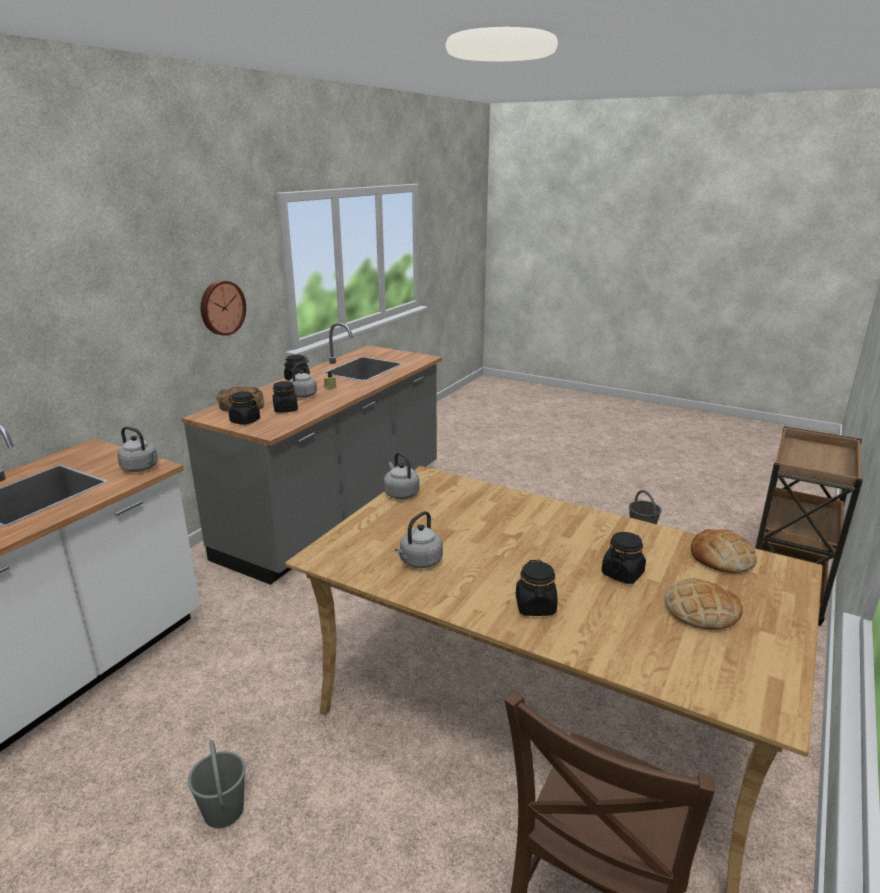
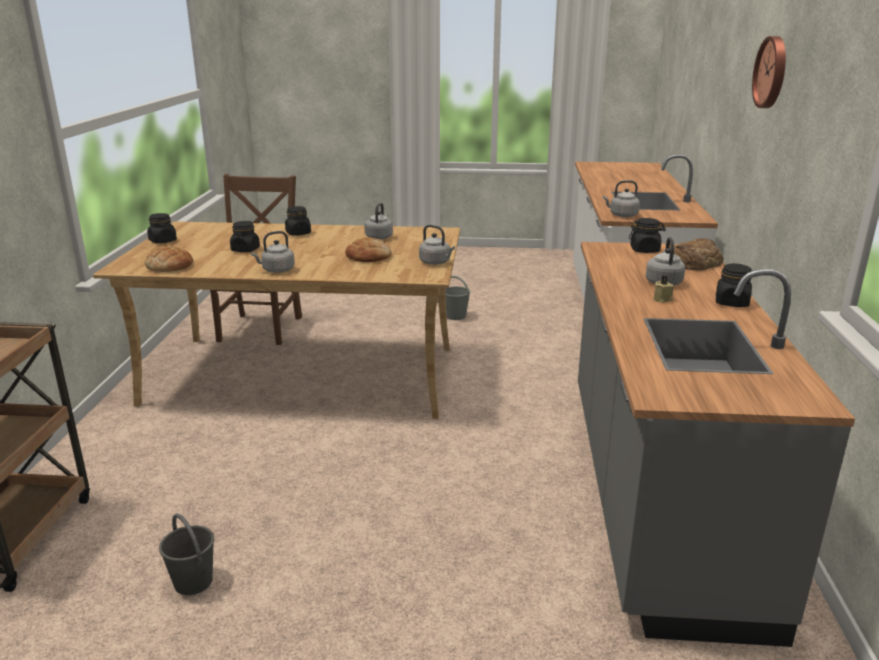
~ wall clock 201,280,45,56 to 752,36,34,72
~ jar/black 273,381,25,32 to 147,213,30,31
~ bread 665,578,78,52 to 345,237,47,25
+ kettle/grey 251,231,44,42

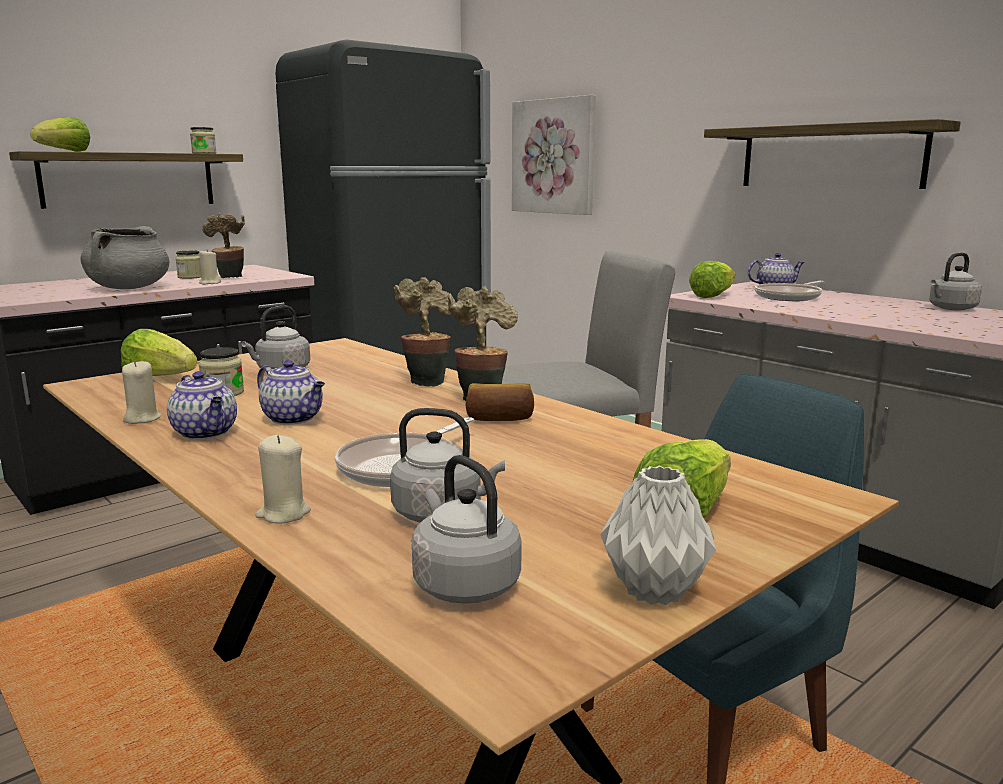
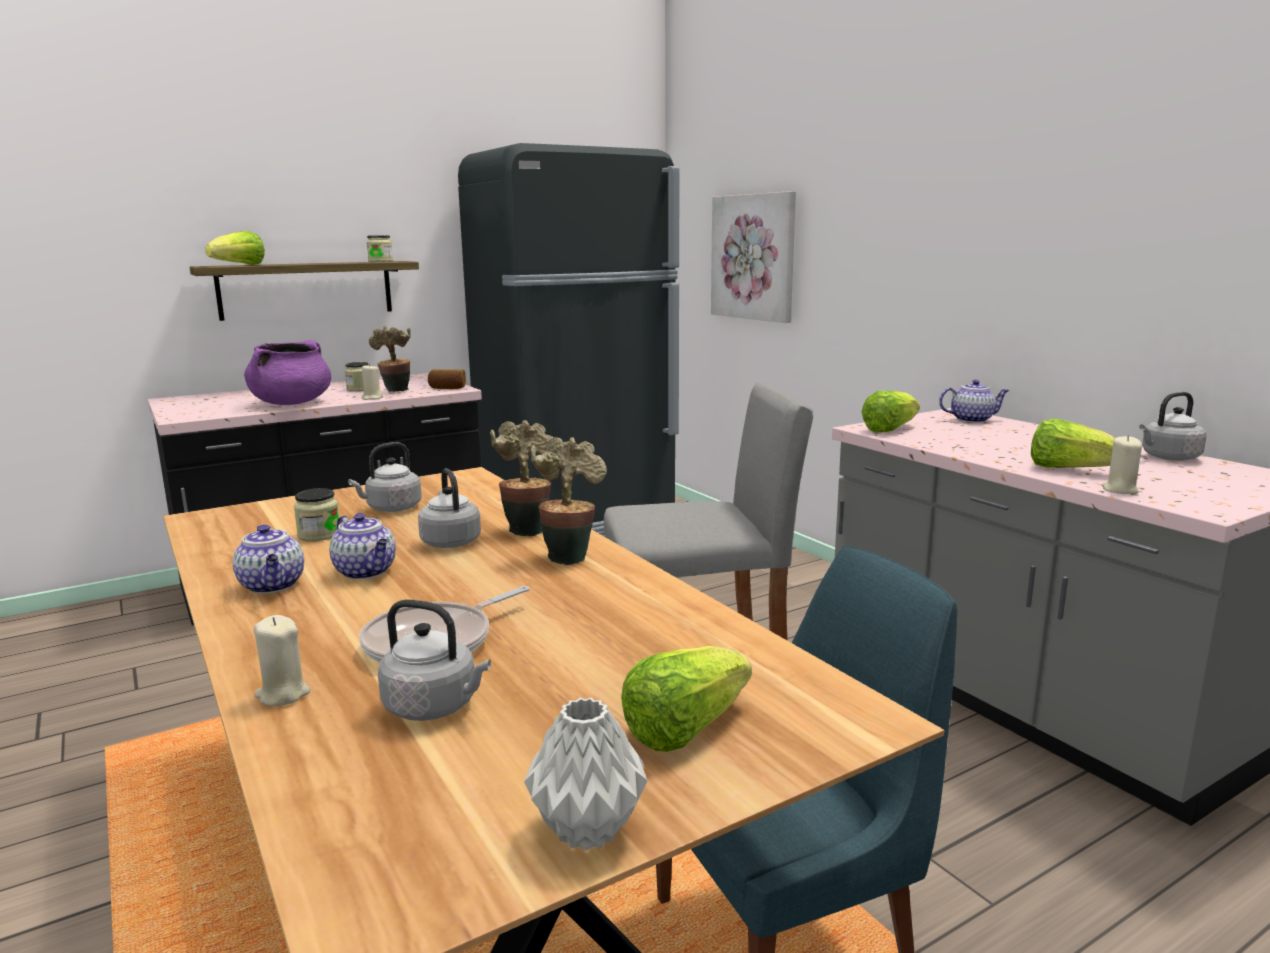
- shelf 704,119,257,70
~ cooking pot/grey 81,226,88,63 to cooking pot/purple 244,340,87,65
- frying pan 755,281,69,20
~ lettuce 121,329,76,47 to 1031,419,84,49
~ candle/beige 122,360,39,64 to 1102,435,40,59
~ bread 465,383,69,38 to 428,369,38,20
~ kettle/grey 412,455,110,149 to 418,468,63,80

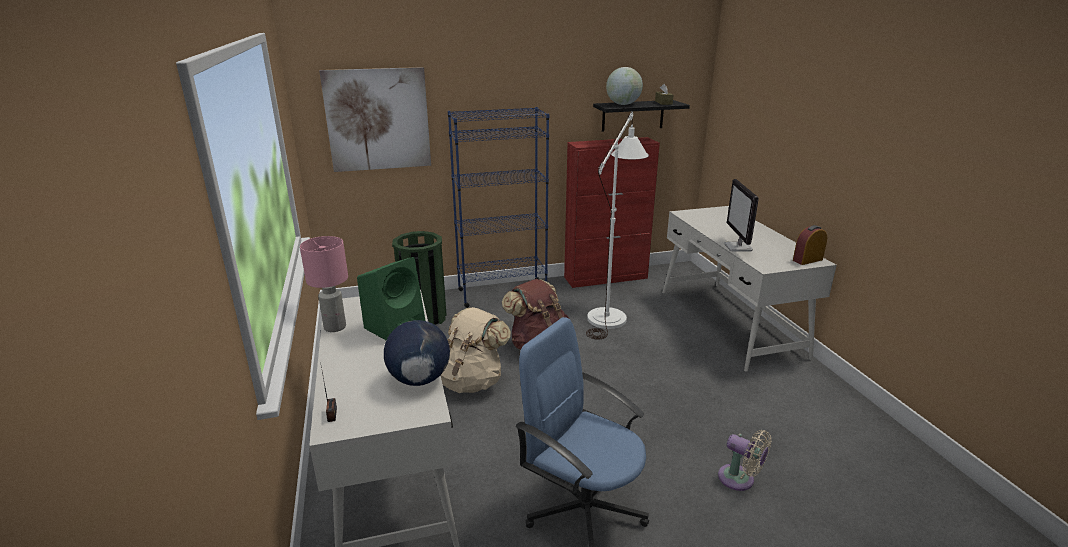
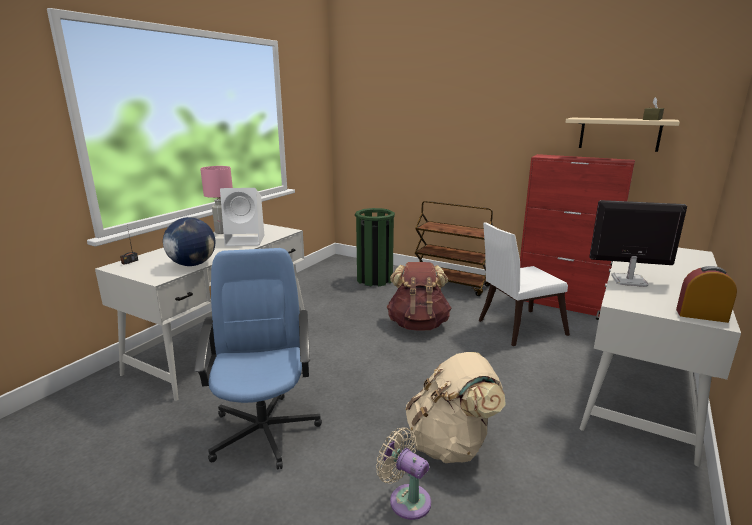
- picture 319,67,112,105
- globe 606,67,37,38
~ shelf/black 593,100,97,32 to shelf/beige 565,118,115,34
~ bookcase/blue 448,107,101,201 to cart/brown 415,201,78,95
~ floor lamp/white 586,111,63,228 to chair/white 478,222,92,124
~ monitor 724,179,35,73 = 589,200,98,87 60 degrees clockwise
~ speaker/green 357,257,69,83 to speaker/white 220,188,45,58
~ backpack/beige 441,307,70,86 to 405,352,101,111
~ fan/beige 718,430,53,61 = 376,427,55,93 135 degrees clockwise

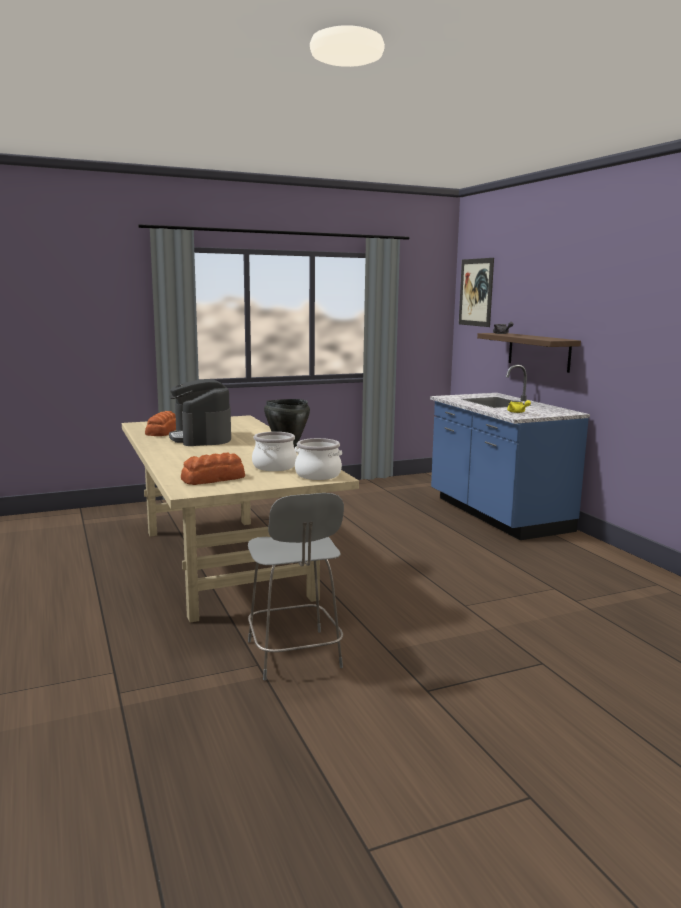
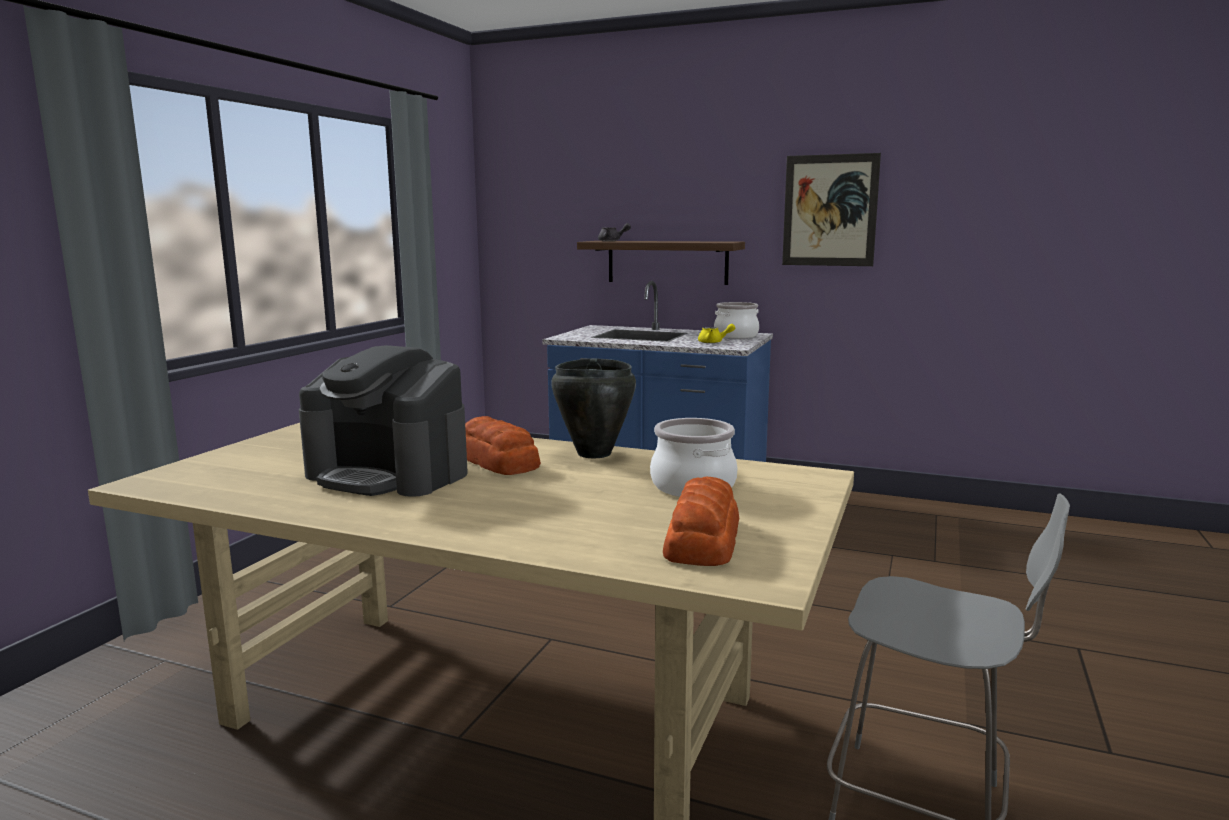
~ picture 459,258,35,69 to 782,153,99,113
~ bread 145,411,31,25 to 465,416,76,59
~ cooking pot 295,438,47,42 to 714,302,45,37

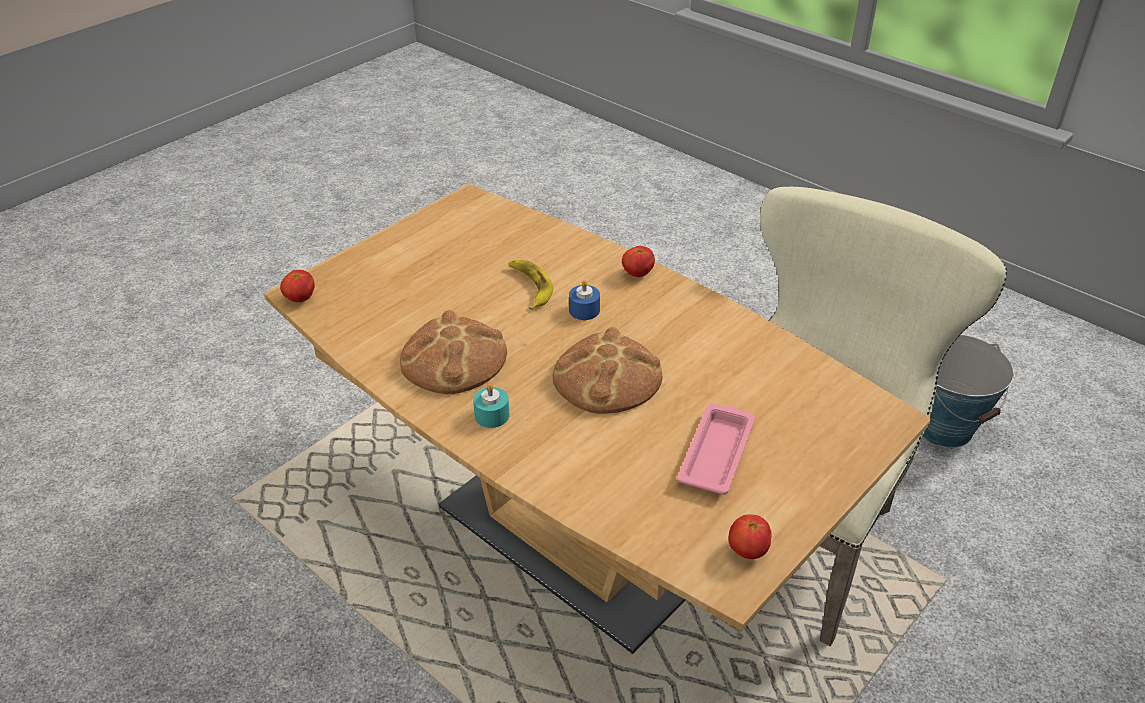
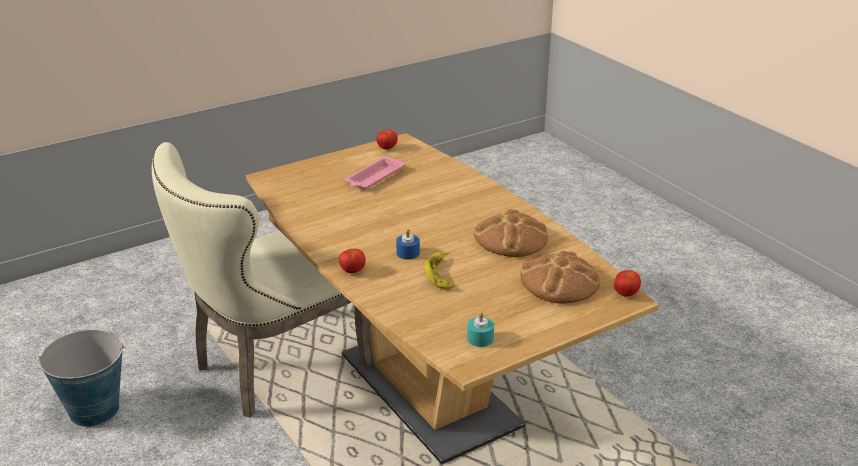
~ bread 553,327,110,87 to 520,251,80,53
~ candle/turquoise 473,384,37,44 to 467,312,27,35

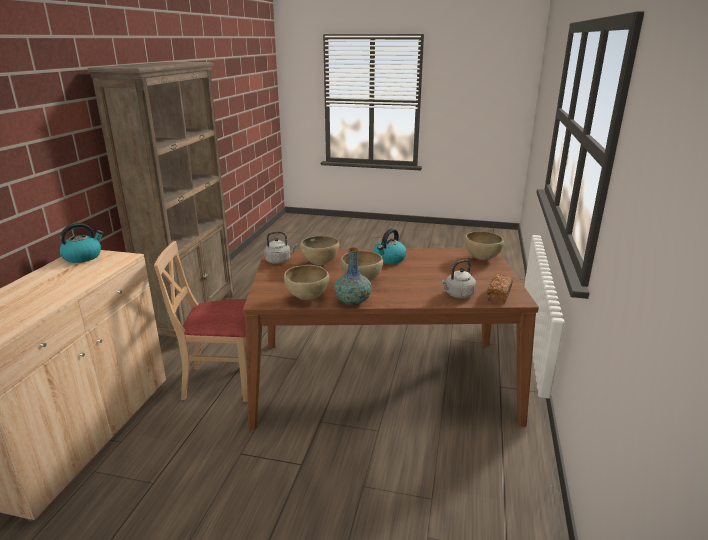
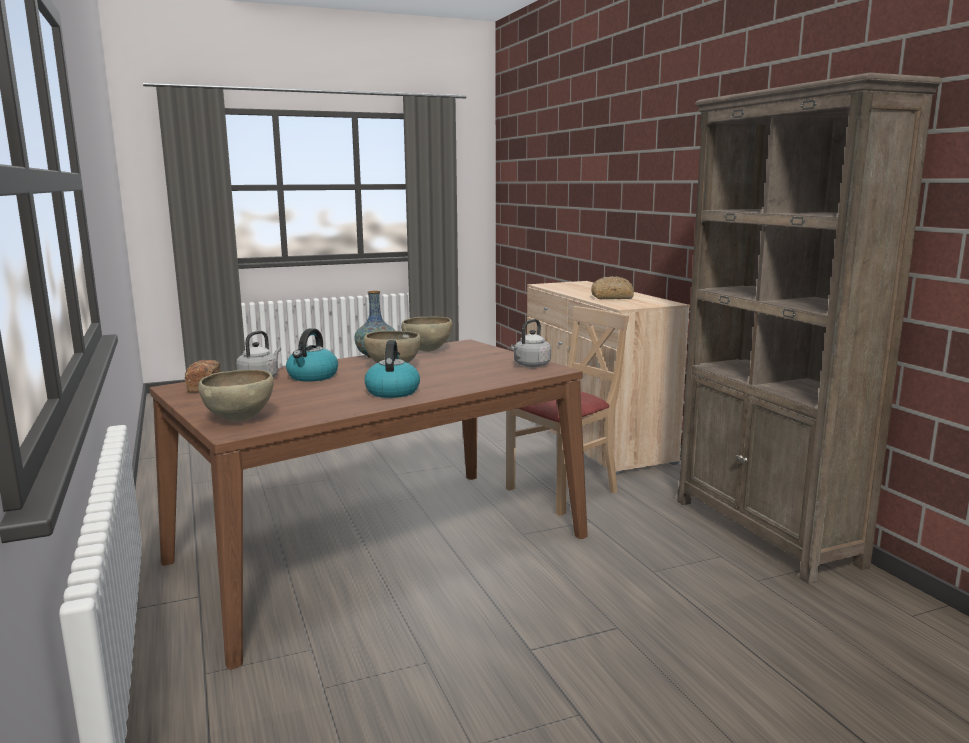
~ kettle 59,223,45,40 to 286,328,52,54
- bowl/brown 300,236,39,29
+ bread 591,276,43,23

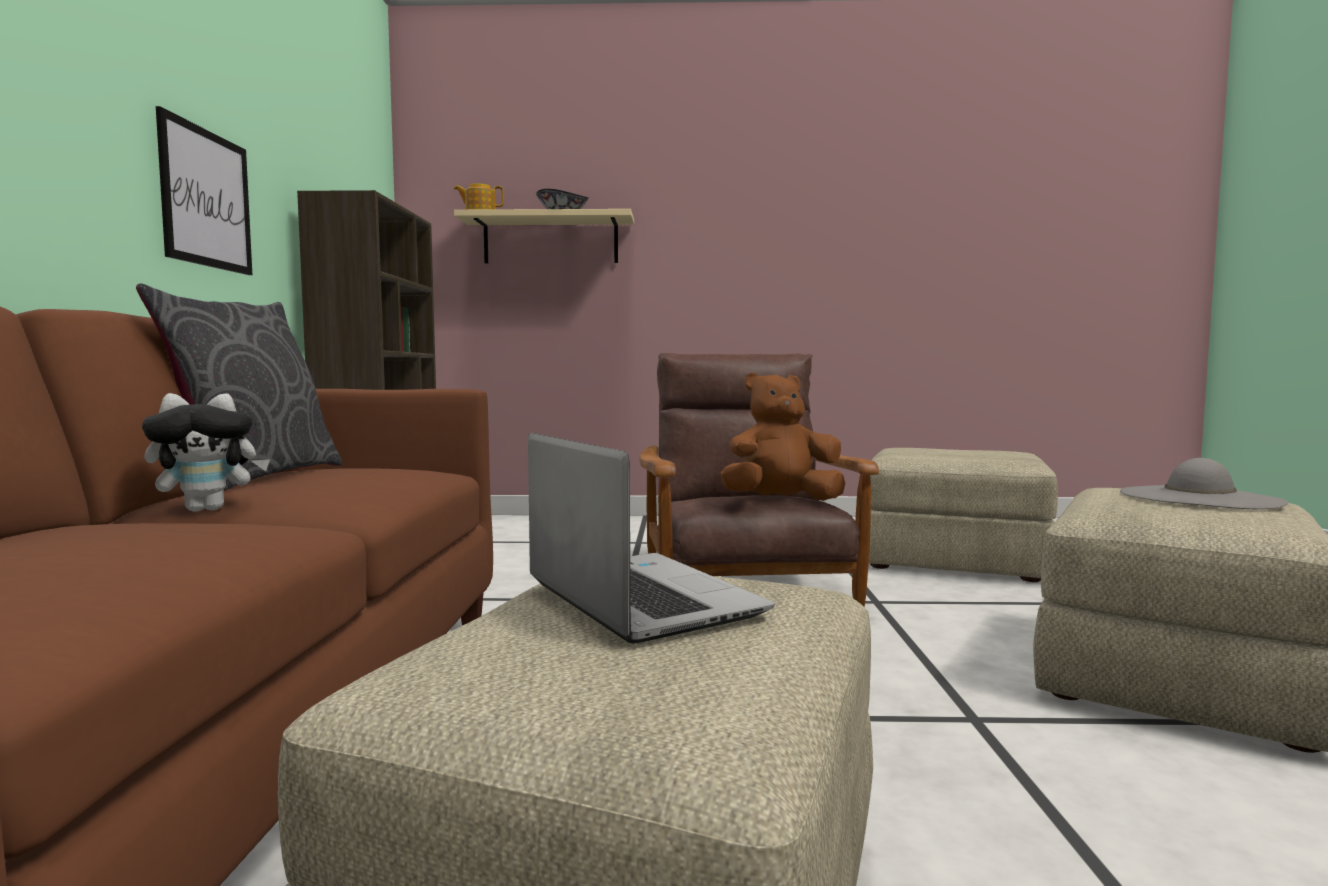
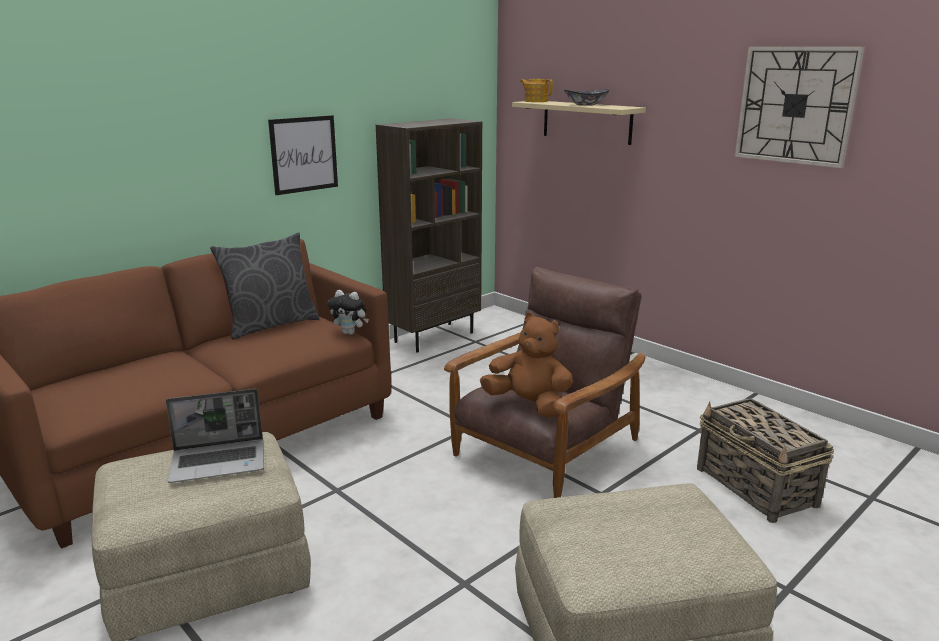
~ plush toy 142,393,128,119 to 328,290,41,45
~ laptop 528,433,247,211 = 166,389,98,94 60 degrees clockwise
~ ottoman/beige 869,448,189,134 to basket 697,398,137,125
- hat/grey 1120,458,168,51
+ wall clock 735,46,130,122

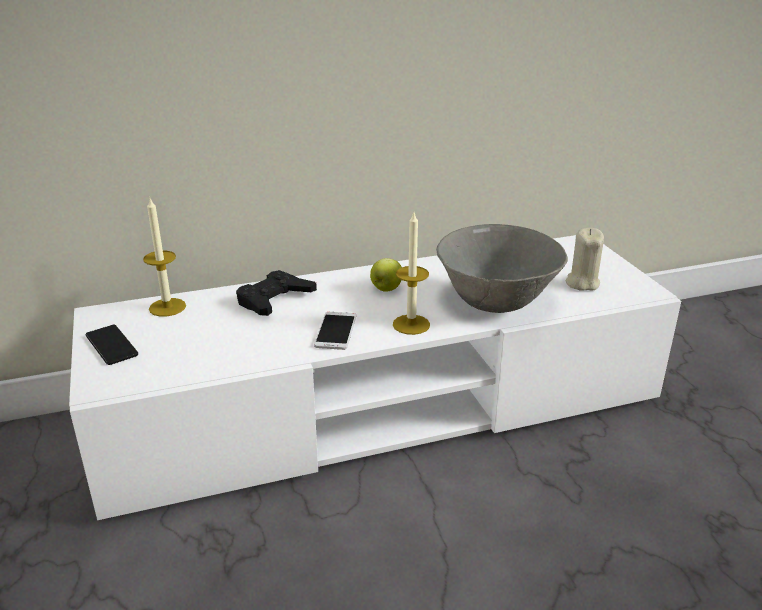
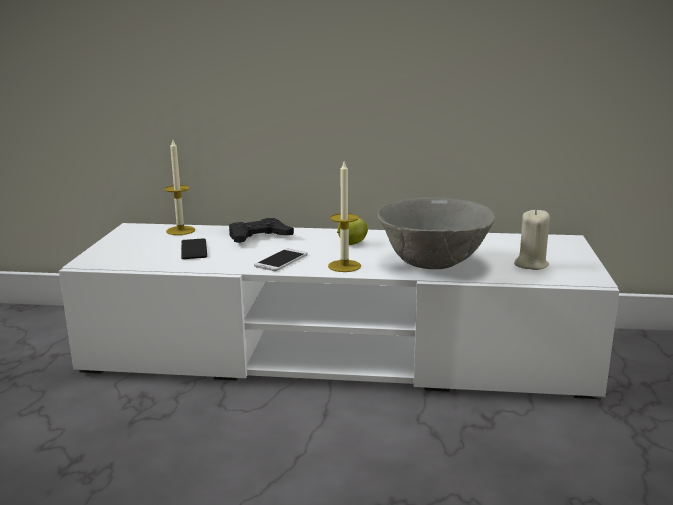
~ phone 86,325,52,40 to 181,238,26,21

